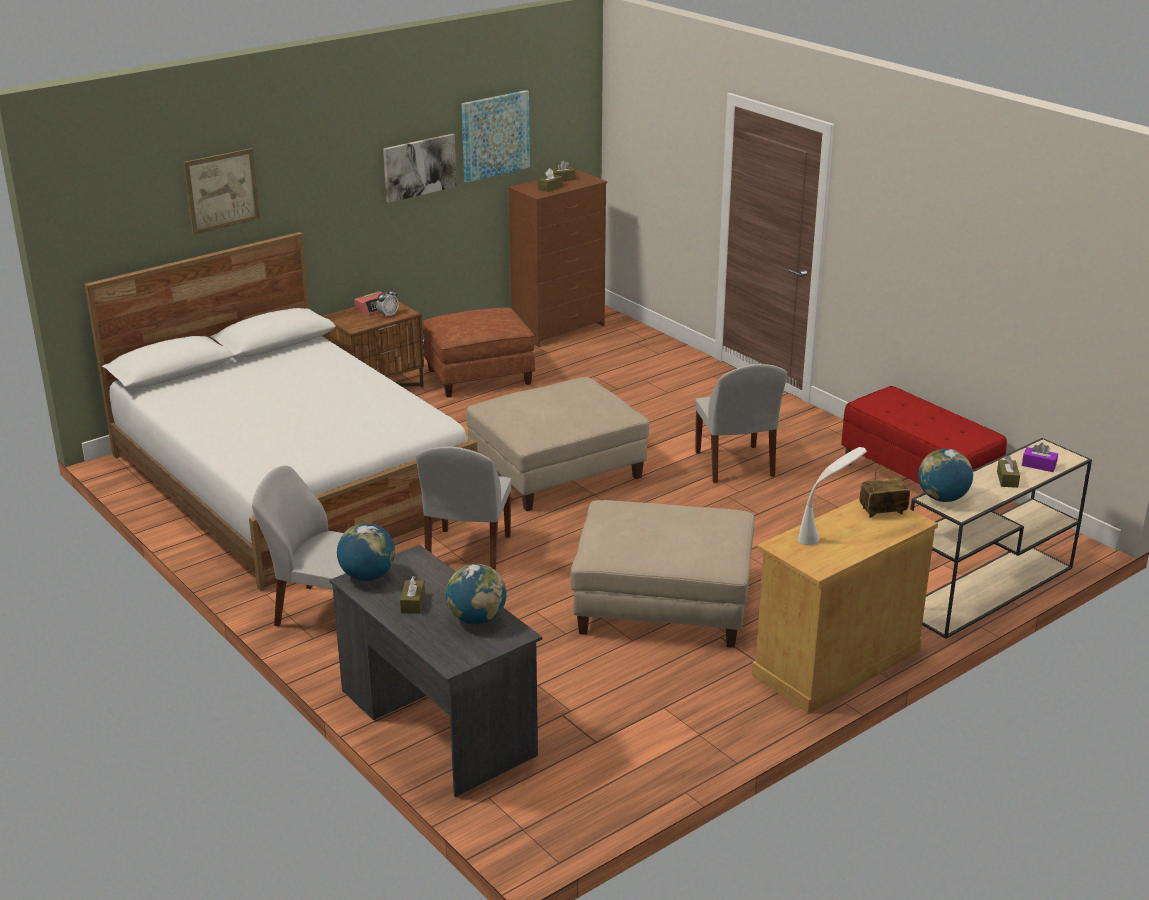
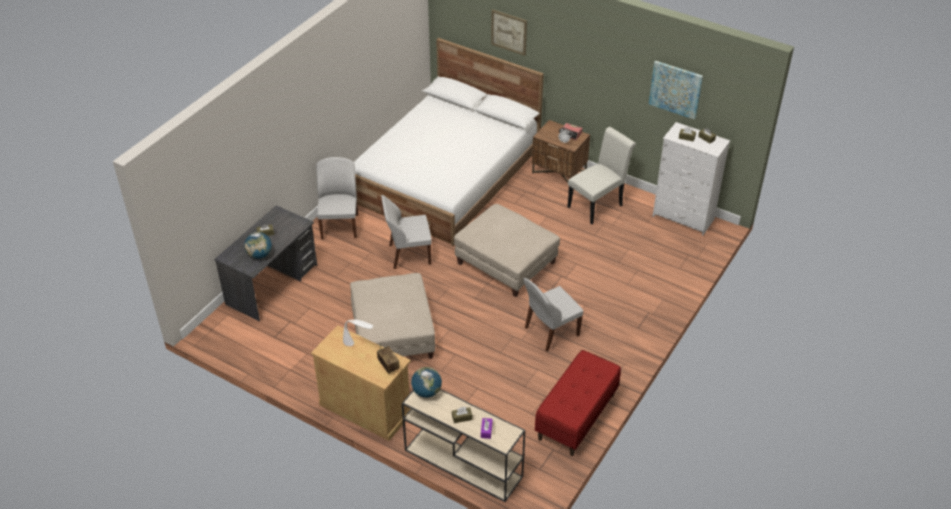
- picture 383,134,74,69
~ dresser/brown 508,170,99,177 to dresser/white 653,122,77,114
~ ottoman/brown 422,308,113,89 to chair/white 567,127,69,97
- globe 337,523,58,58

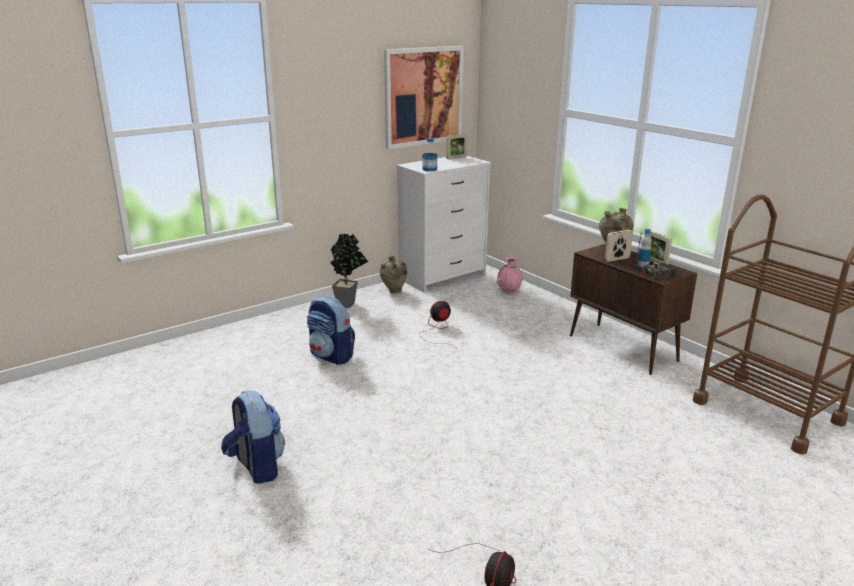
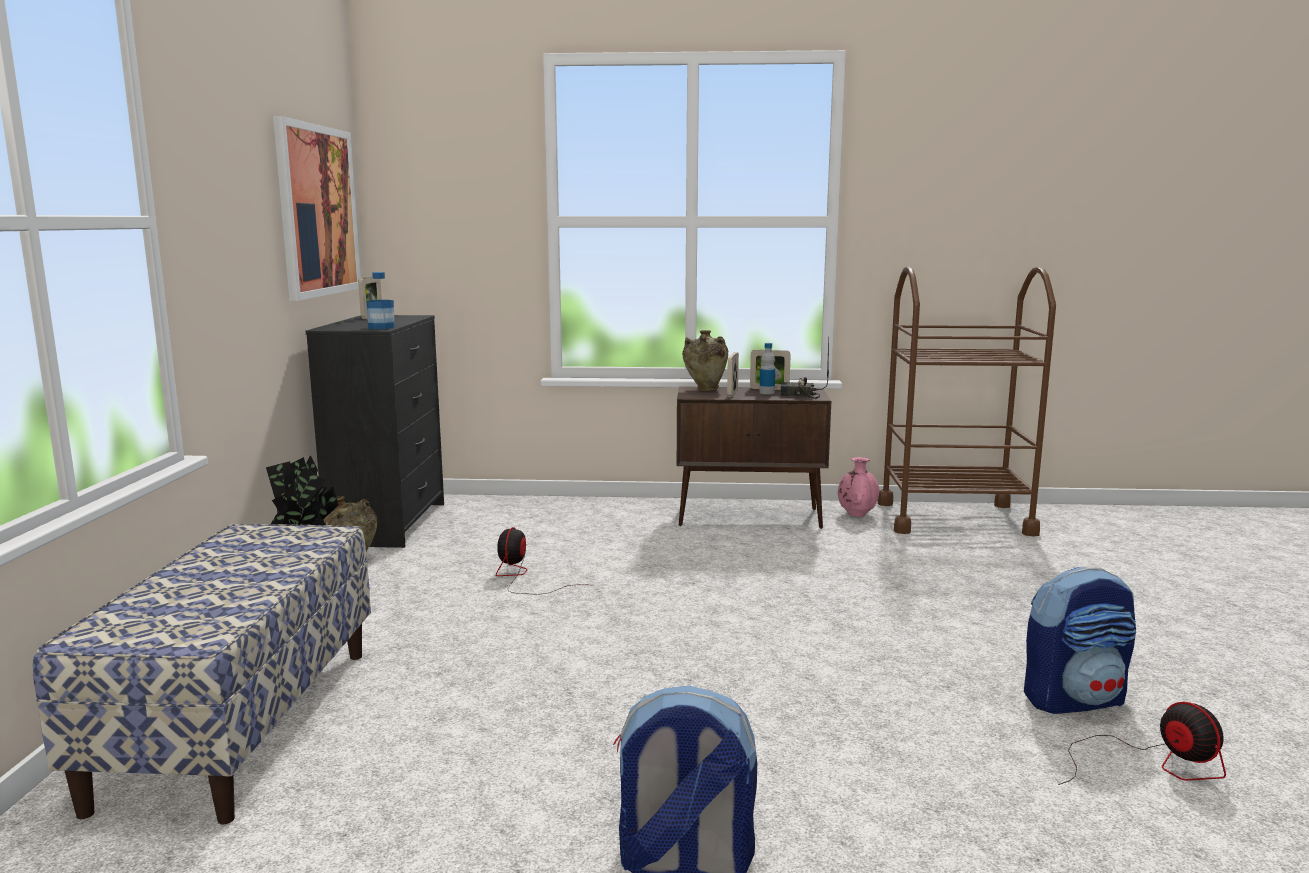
~ dresser/white 396,156,95,137 to dresser/black 306,315,138,233
~ radio 636,231,40,48 = 781,336,48,63 105 degrees counterclockwise
~ vase/pink 496,257,26,36 to 838,457,41,60
~ backpack 307,296,48,69 to 1024,567,112,147
+ bench 33,524,338,300

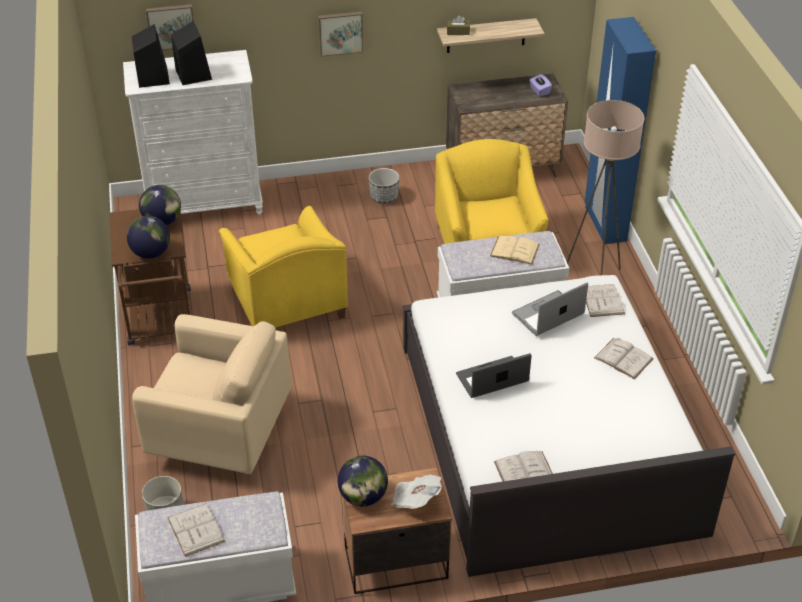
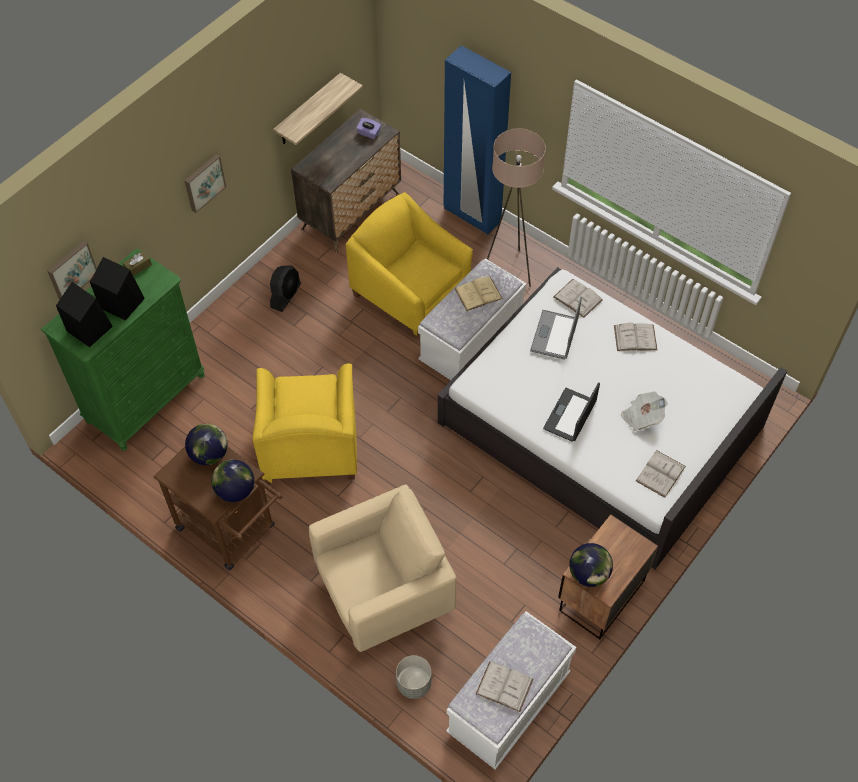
~ tissue box/brown 447,15,23,20 to 123,251,29,25
~ dresser/white 123,50,140,165 to dresser/green 41,248,164,203
~ planter 369,168,30,36 to fan/black 270,265,31,47
~ armchair/yellow 219,206,129,122 = 253,363,104,121 60 degrees clockwise
~ newspaper 391,474,50,35 to 621,391,46,40

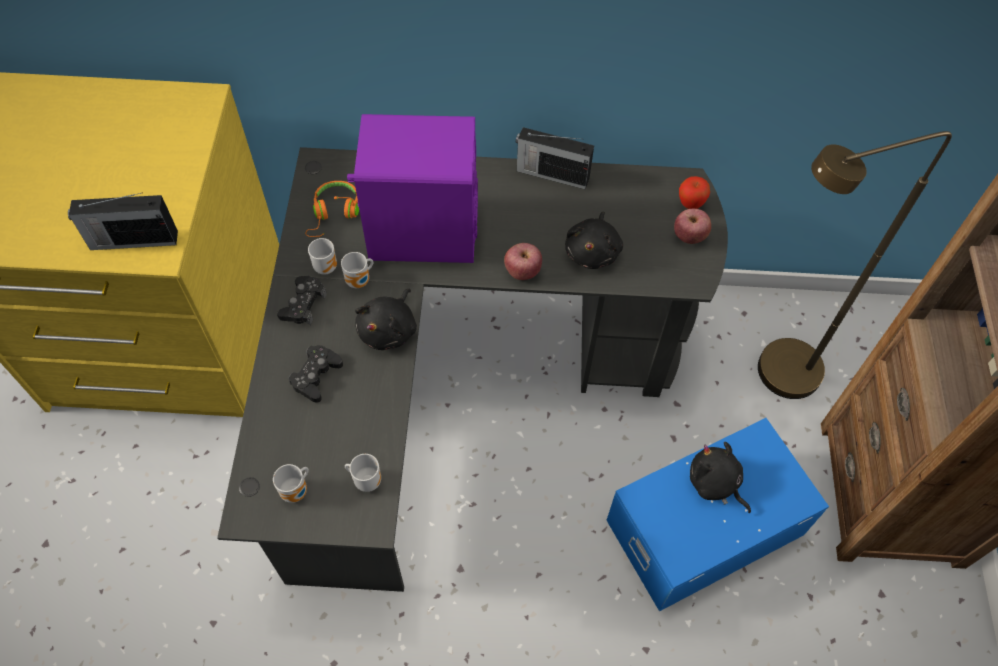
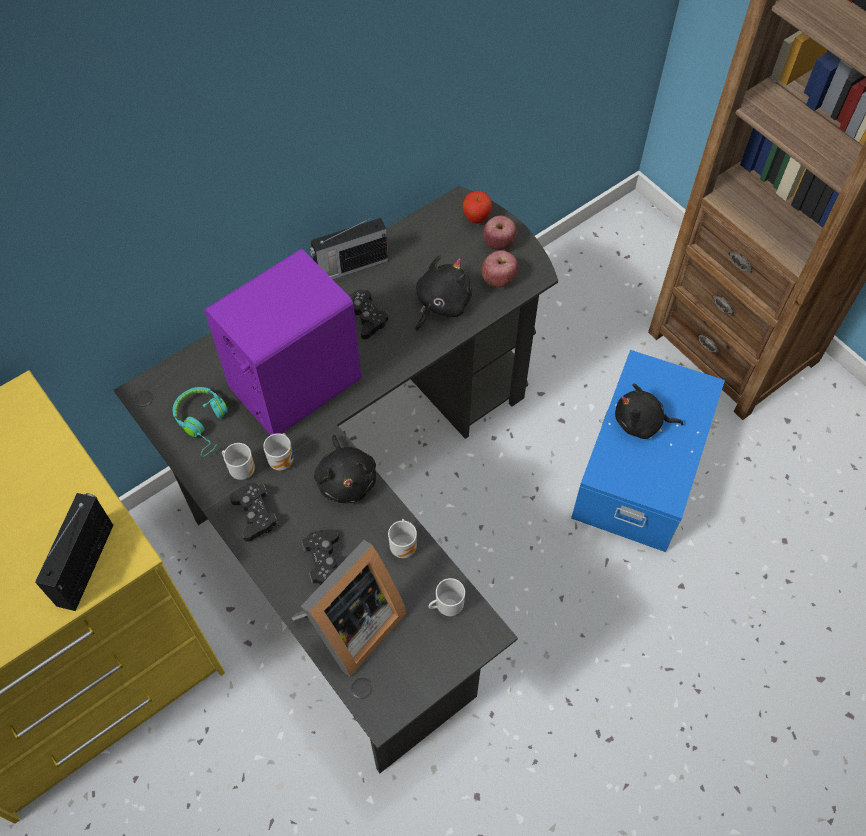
- floor lamp/brown 758,131,194,268
~ headphones/orange 305,181,54,56 to headphones/turquoise 173,387,55,70
~ radio 68,192,110,58 = 35,493,78,118 150 degrees clockwise
~ plush toy/black 565,212,58,57 = 415,255,57,77 120 degrees counterclockwise
~ apple 504,243,38,37 to 482,250,37,38
~ mug 273,464,36,39 to 388,519,29,39
+ game controller/black 349,290,40,49
+ picture frame 292,540,115,137

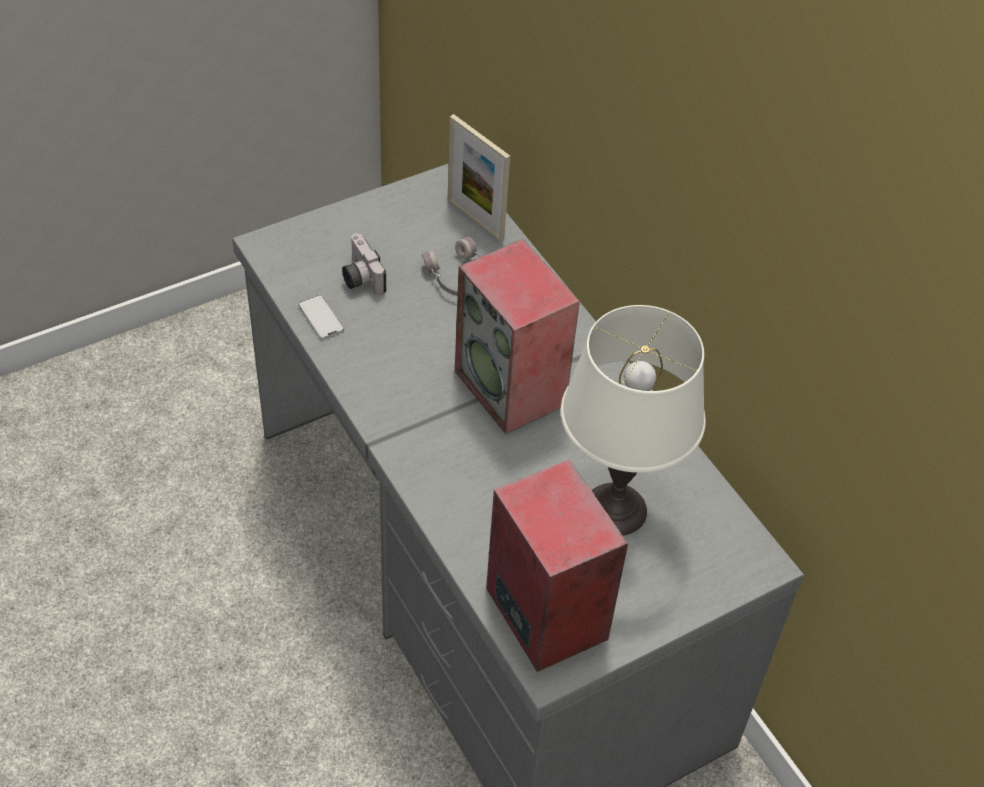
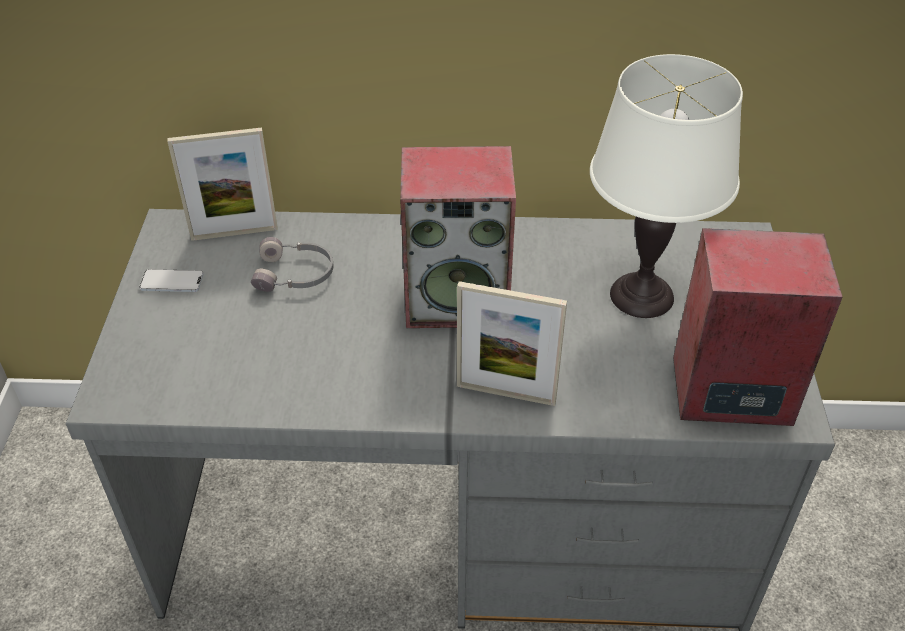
- photo camera 342,233,44,62
~ phone 298,295,46,45 to 139,269,64,23
+ picture frame 457,281,110,125

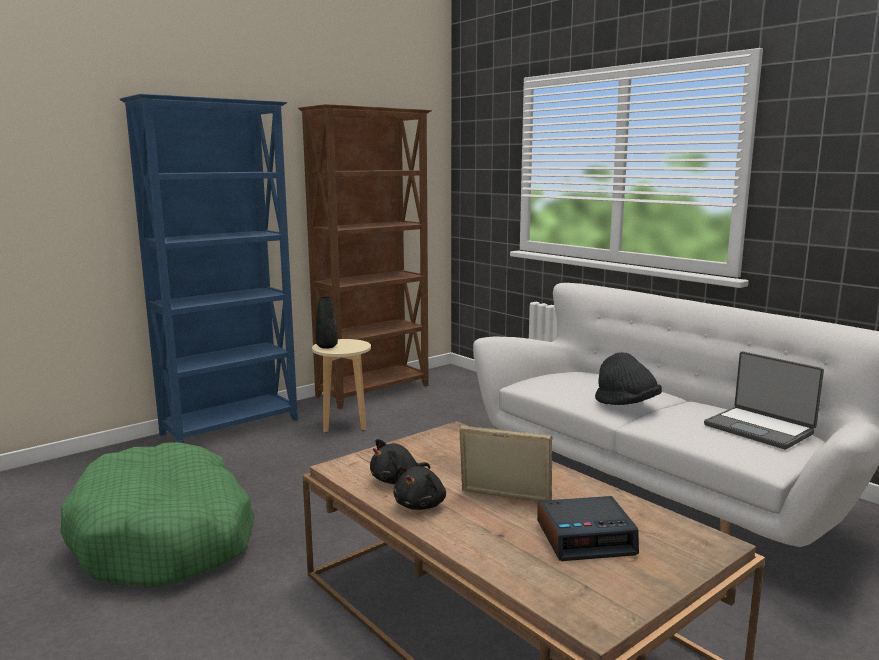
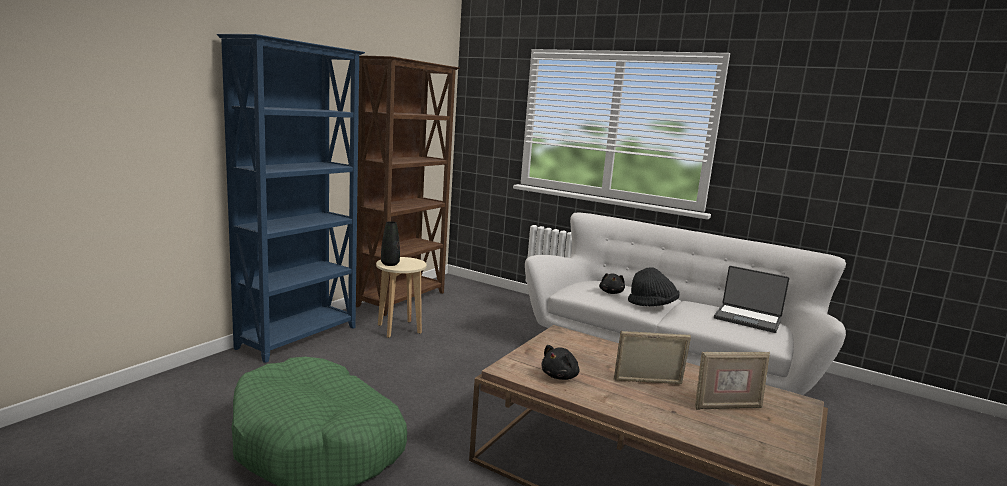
~ plush toy/black 393,466,53,44 to 599,273,26,21
~ alarm clock 537,496,102,65 to picture frame 695,351,75,59

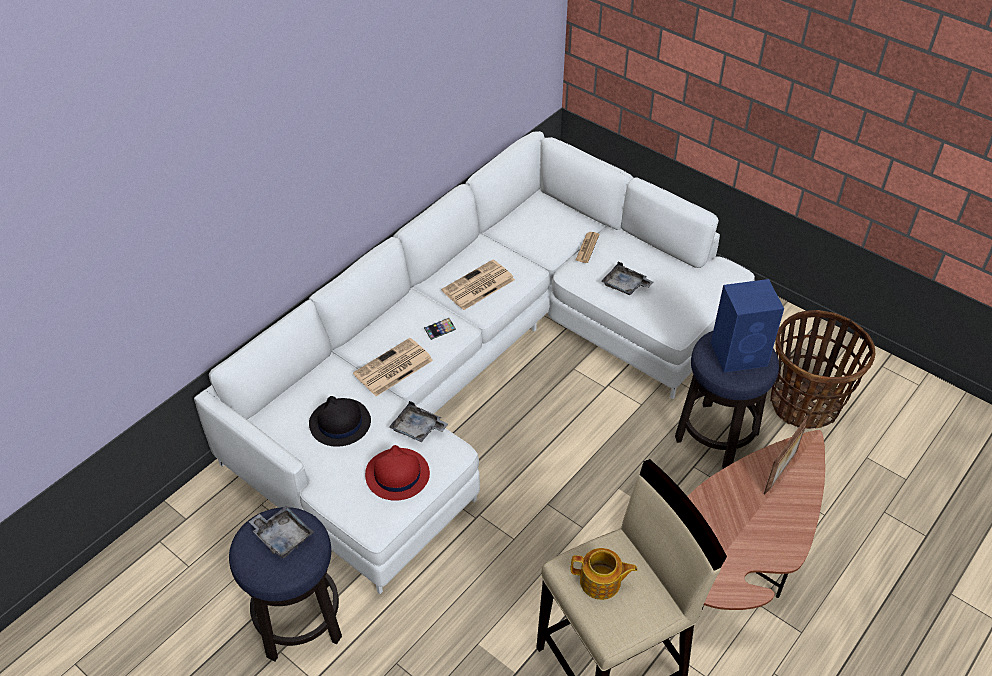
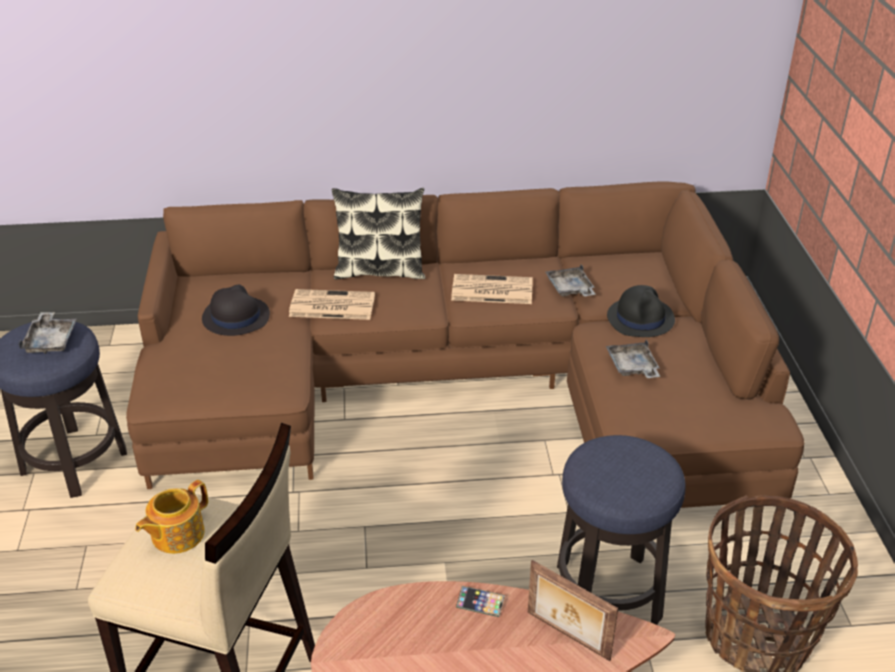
~ sofa/white 194,131,561,463 to sofa/brown 126,182,678,333
~ newspaper 575,232,24,31 to hat/black 607,285,68,52
- speaker/blue 711,279,73,93
~ phone 424,318,32,22 to 456,586,49,31
~ tray/grey 389,401,59,41 to 545,264,51,32
~ picture frame 764,418,43,76 = 528,560,90,101 45 degrees clockwise
- hat/red 365,445,65,56
~ teapot 571,548,66,52 = 135,480,73,74 75 degrees clockwise
+ pillow 332,188,93,91

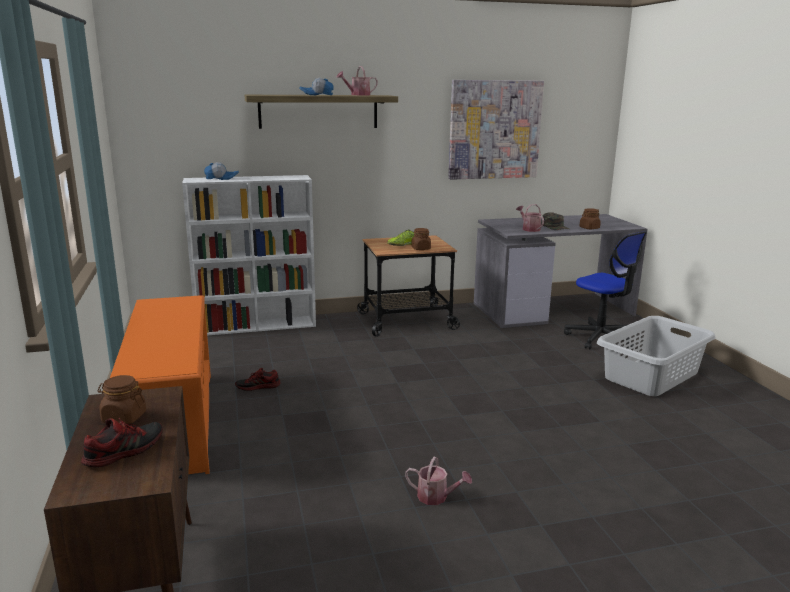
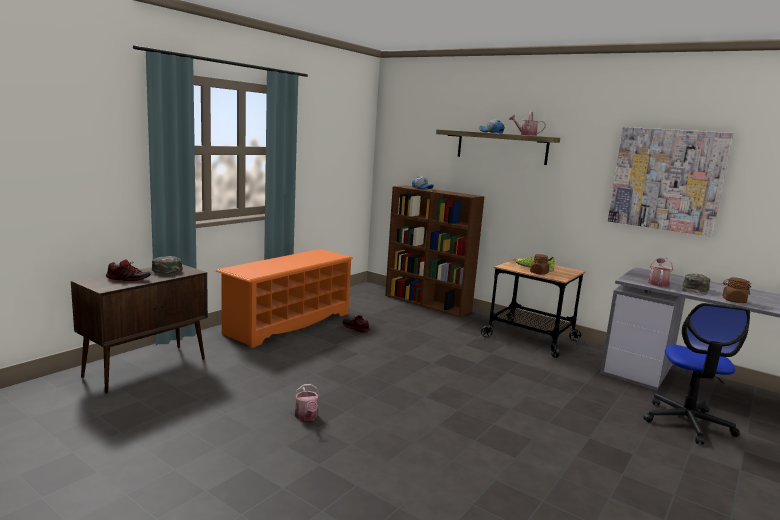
~ bookcase/white 182,175,134,161 to bookcase/brown 385,185,100,132
- laundry basket/grey 597,316,119,80
~ jar/brown 97,375,49,49 to cap/green 140,256,42,19

